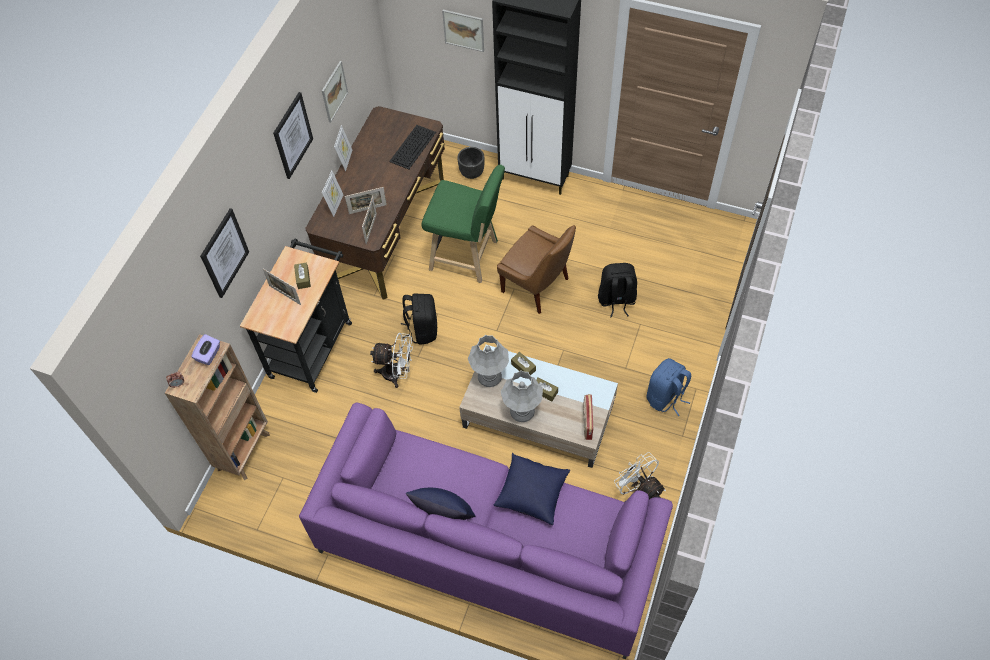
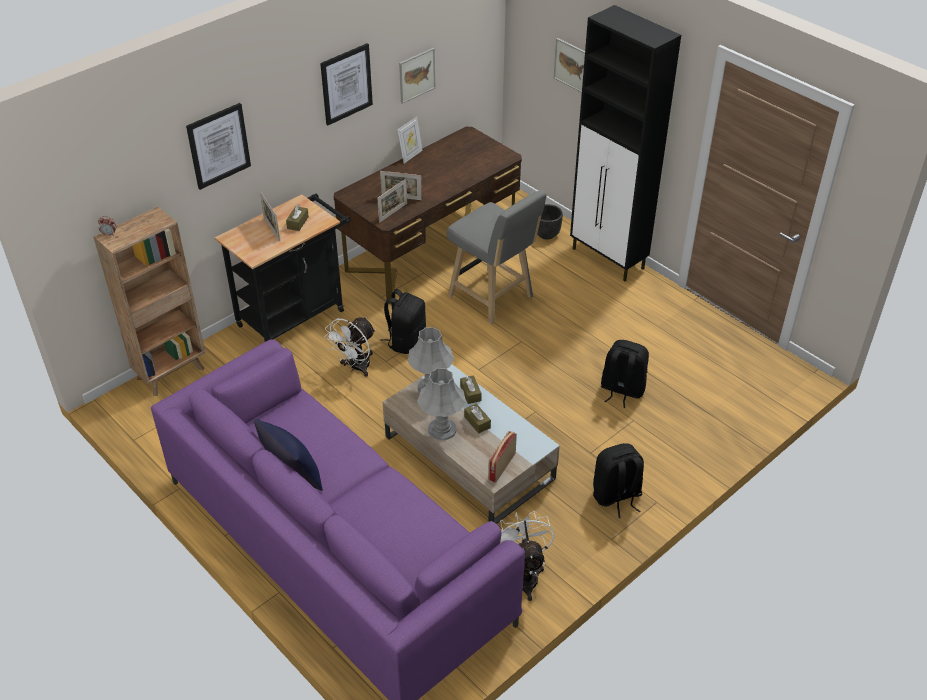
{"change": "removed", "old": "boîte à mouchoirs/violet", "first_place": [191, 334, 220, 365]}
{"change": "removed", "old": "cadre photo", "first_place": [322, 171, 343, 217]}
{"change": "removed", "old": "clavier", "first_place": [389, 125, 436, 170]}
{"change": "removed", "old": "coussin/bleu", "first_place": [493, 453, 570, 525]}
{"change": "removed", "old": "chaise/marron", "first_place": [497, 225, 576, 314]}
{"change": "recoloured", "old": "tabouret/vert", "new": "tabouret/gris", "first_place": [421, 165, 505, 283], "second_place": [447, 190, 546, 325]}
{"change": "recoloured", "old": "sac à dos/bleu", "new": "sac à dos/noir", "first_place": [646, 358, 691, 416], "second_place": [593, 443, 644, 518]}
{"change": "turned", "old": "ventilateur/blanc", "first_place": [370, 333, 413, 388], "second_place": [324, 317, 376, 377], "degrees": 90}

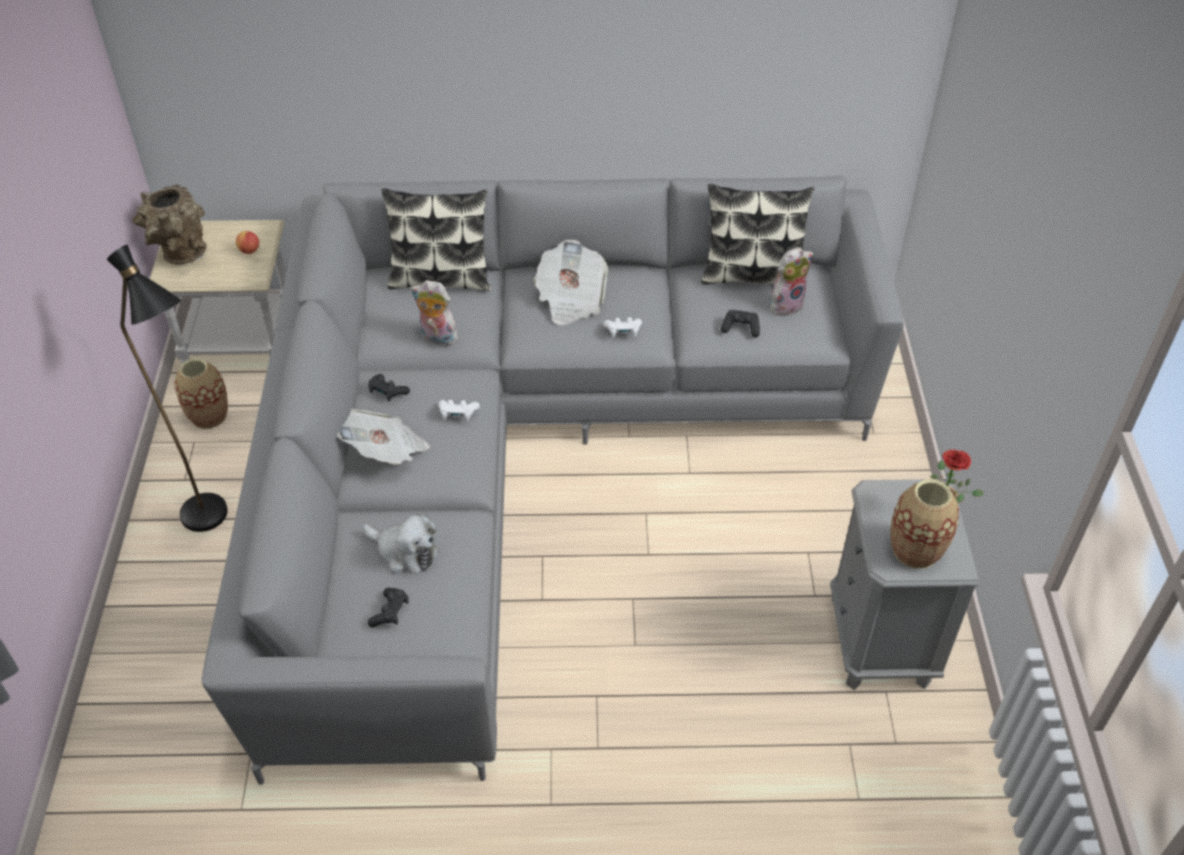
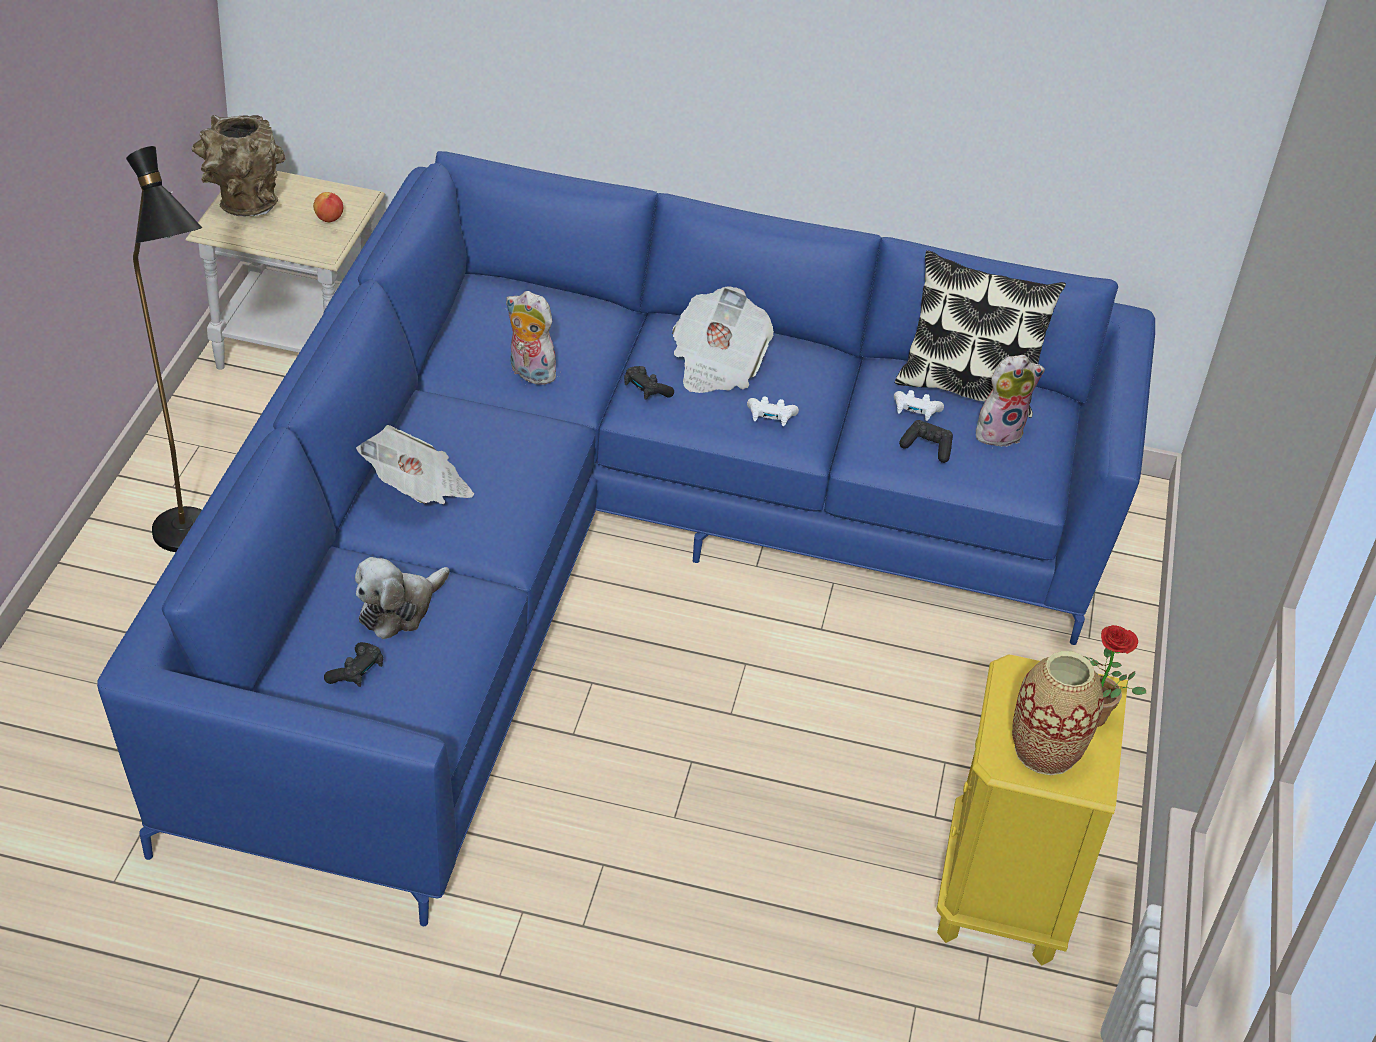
{"change": "removed", "old": "vase", "first_place": [174, 358, 228, 429]}
{"change": "removed", "old": "coussin", "first_place": [382, 188, 491, 291]}
{"change": "moved", "old": "manette/noir", "first_place": [368, 374, 410, 402], "second_place": [624, 366, 674, 400]}
{"change": "moved", "old": "manette/blanc", "first_place": [439, 400, 480, 422], "second_place": [894, 390, 944, 421]}
{"change": "recoloured", "old": "canapé/gris", "new": "canapé/bleu", "first_place": [201, 176, 904, 785], "second_place": [97, 151, 1155, 926]}
{"change": "recoloured", "old": "table de chevet/gris", "new": "table de chevet/jaune", "first_place": [830, 479, 979, 690], "second_place": [936, 655, 1128, 965]}
{"change": "turned", "old": "peluche", "first_place": [363, 513, 439, 574], "second_place": [355, 557, 450, 639], "degrees": 90}

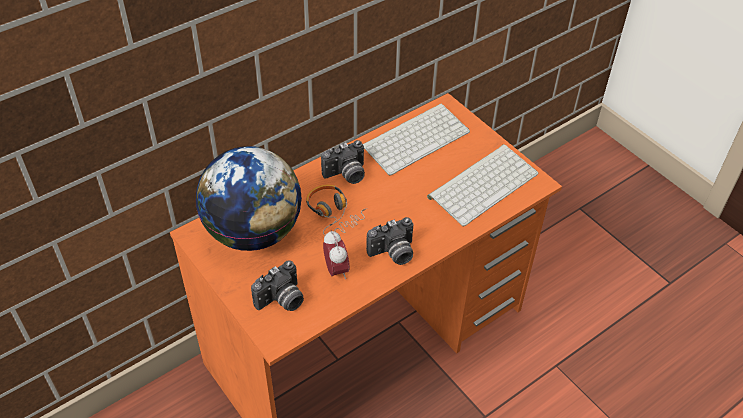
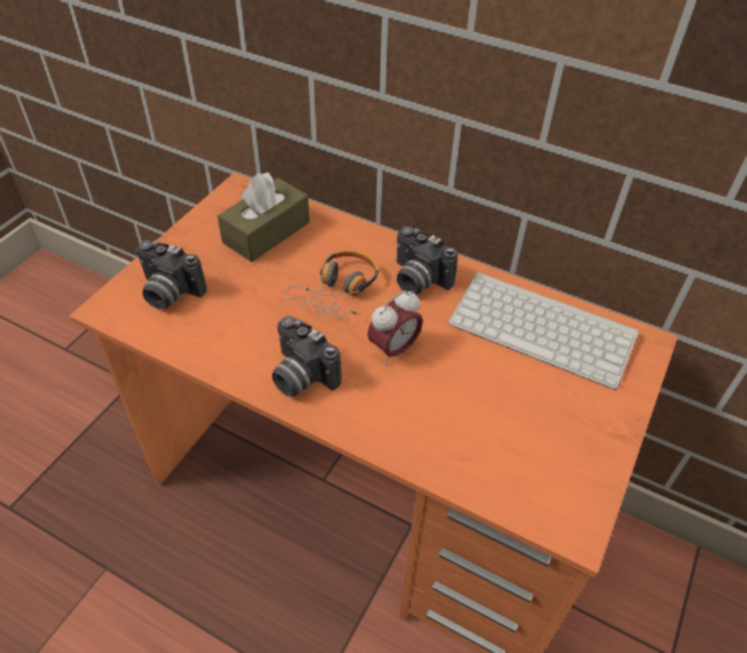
{"change": "removed", "old": "clavier", "first_place": [427, 144, 538, 226]}
{"change": "moved", "old": "réveil", "first_place": [323, 230, 350, 279], "second_place": [367, 290, 423, 365]}
{"change": "replaced", "old": "globe", "new": "boîte à mouchoirs/marron", "first_place": [196, 146, 302, 251], "second_place": [217, 173, 310, 262]}

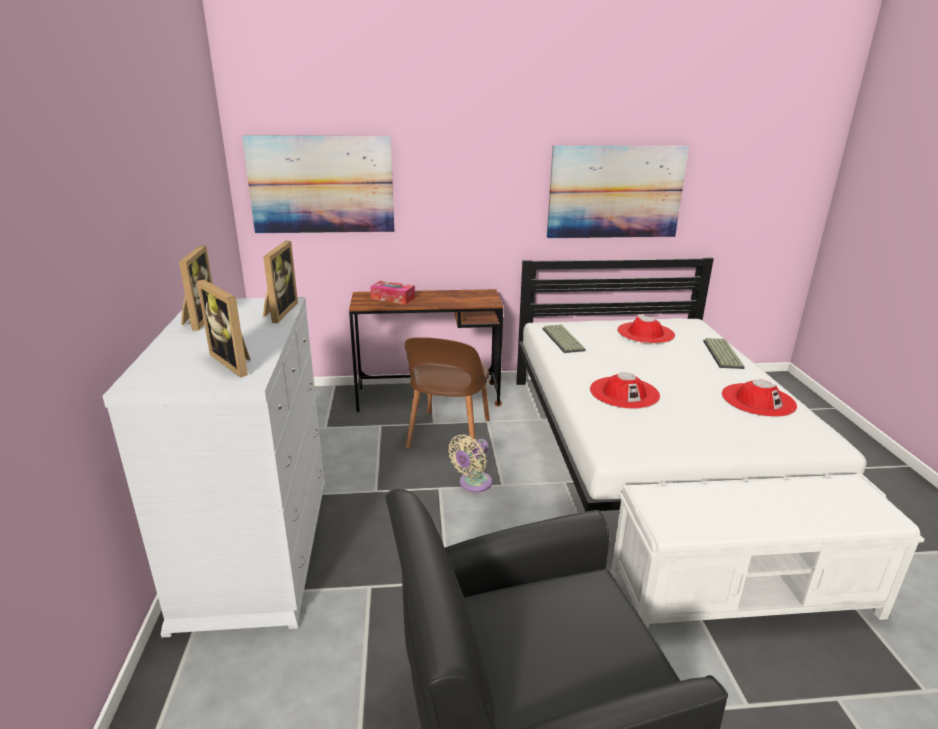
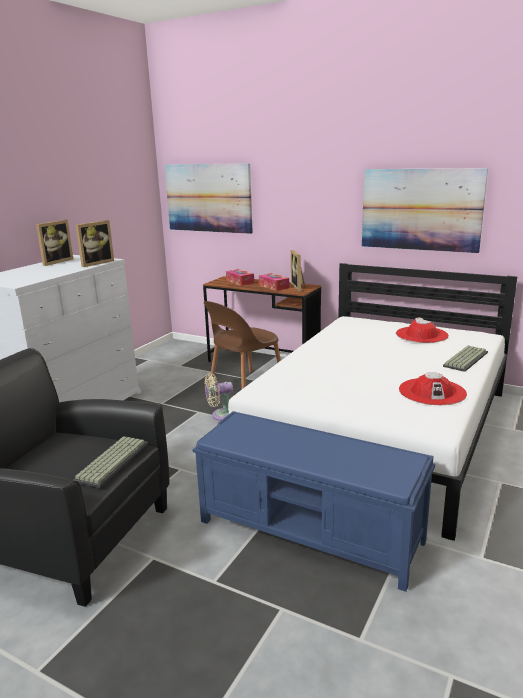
{"change": "removed", "old": "chapeau/rouge", "first_place": [590, 372, 660, 409]}
{"change": "added", "new": "boîte à mouchoirs", "second_place": [259, 273, 289, 291]}
{"change": "moved", "old": "cadre photo", "first_place": [197, 280, 250, 378], "second_place": [291, 250, 305, 291]}
{"change": "moved", "old": "clavier", "first_place": [542, 325, 586, 353], "second_place": [74, 436, 148, 488]}
{"change": "recoloured", "old": "banc/blanc", "new": "banc/bleu", "first_place": [611, 474, 925, 628], "second_place": [193, 411, 435, 592]}

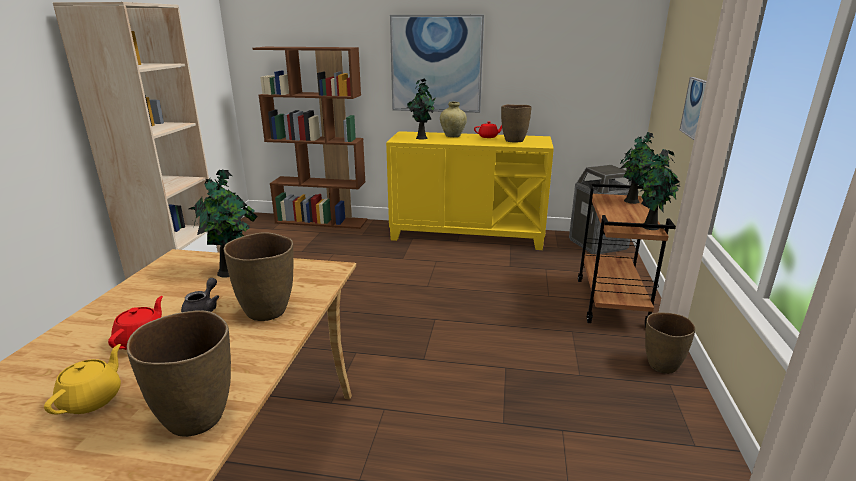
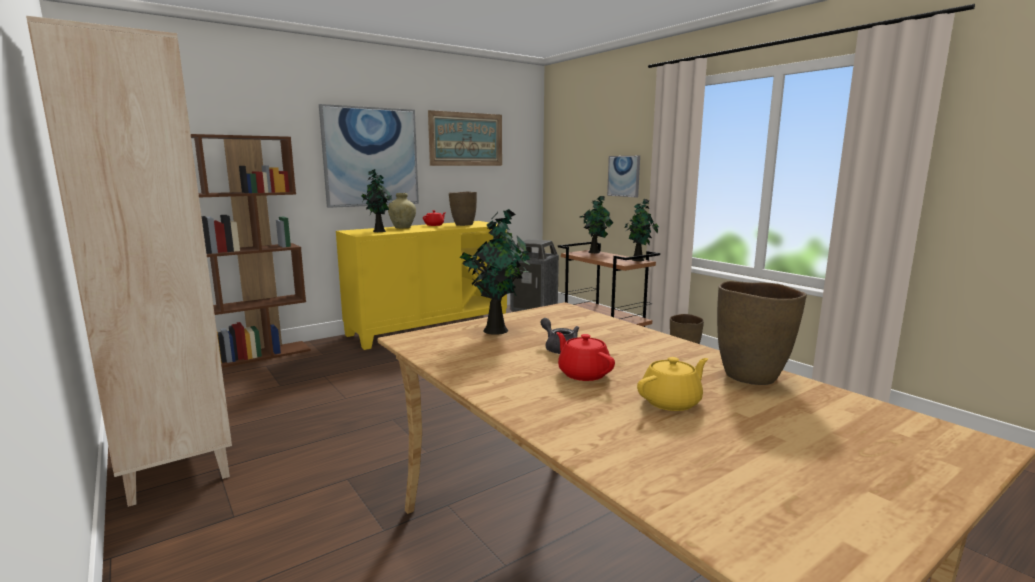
{"change": "removed", "old": "vase/marron", "first_place": [223, 232, 294, 321]}
{"change": "added", "new": "tableau", "second_place": [428, 110, 502, 166]}
{"change": "turned", "old": "théière/jaune", "first_place": [44, 344, 121, 414], "second_place": [637, 357, 708, 411], "degrees": 90}

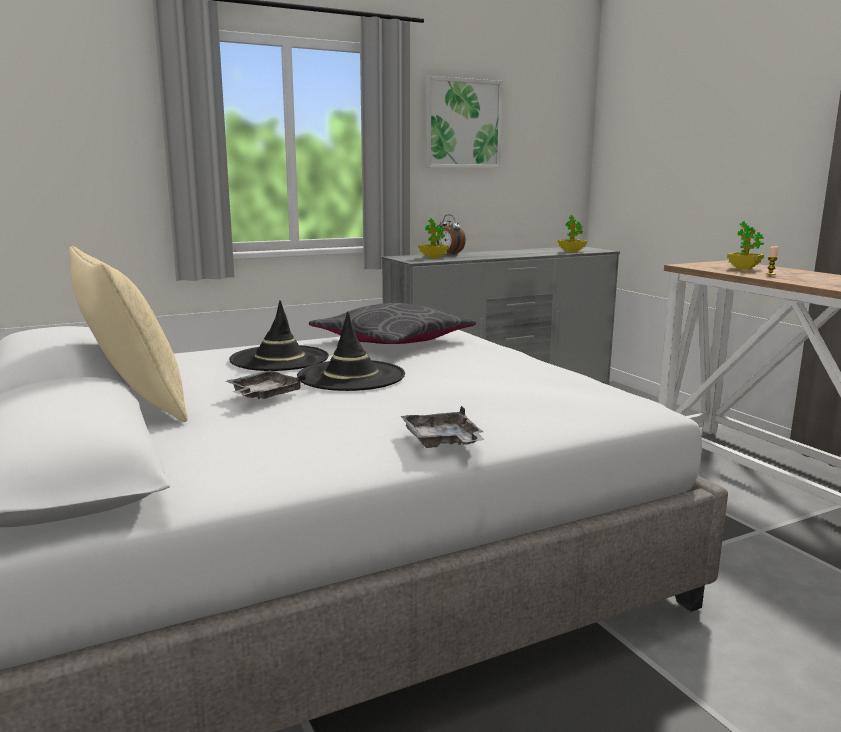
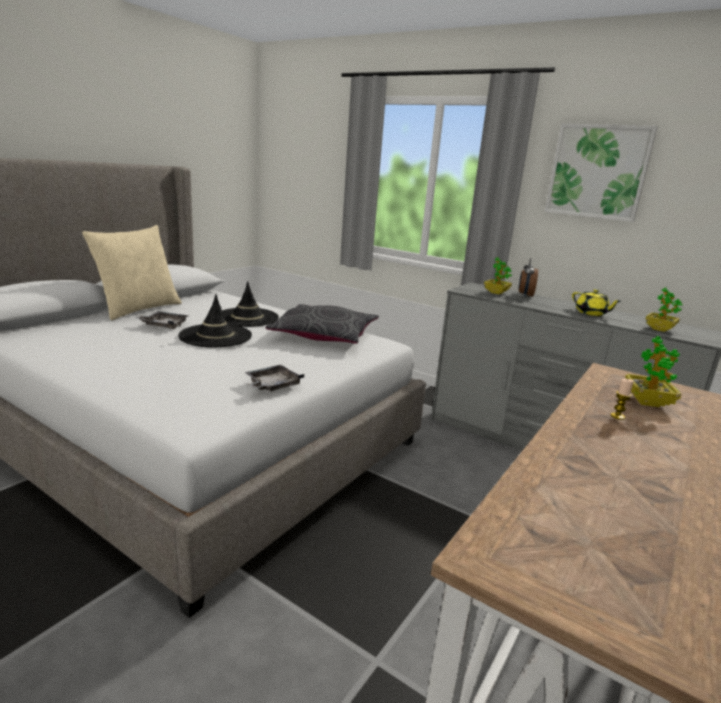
{"change": "added", "new": "théière/jaune", "second_place": [572, 289, 621, 316]}
{"change": "moved", "old": "plateau/gris", "first_place": [401, 406, 485, 448], "second_place": [244, 365, 304, 391]}

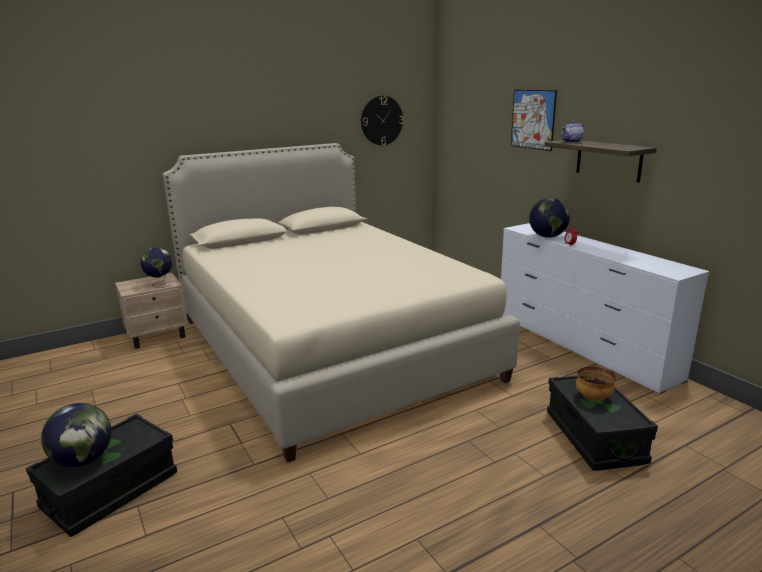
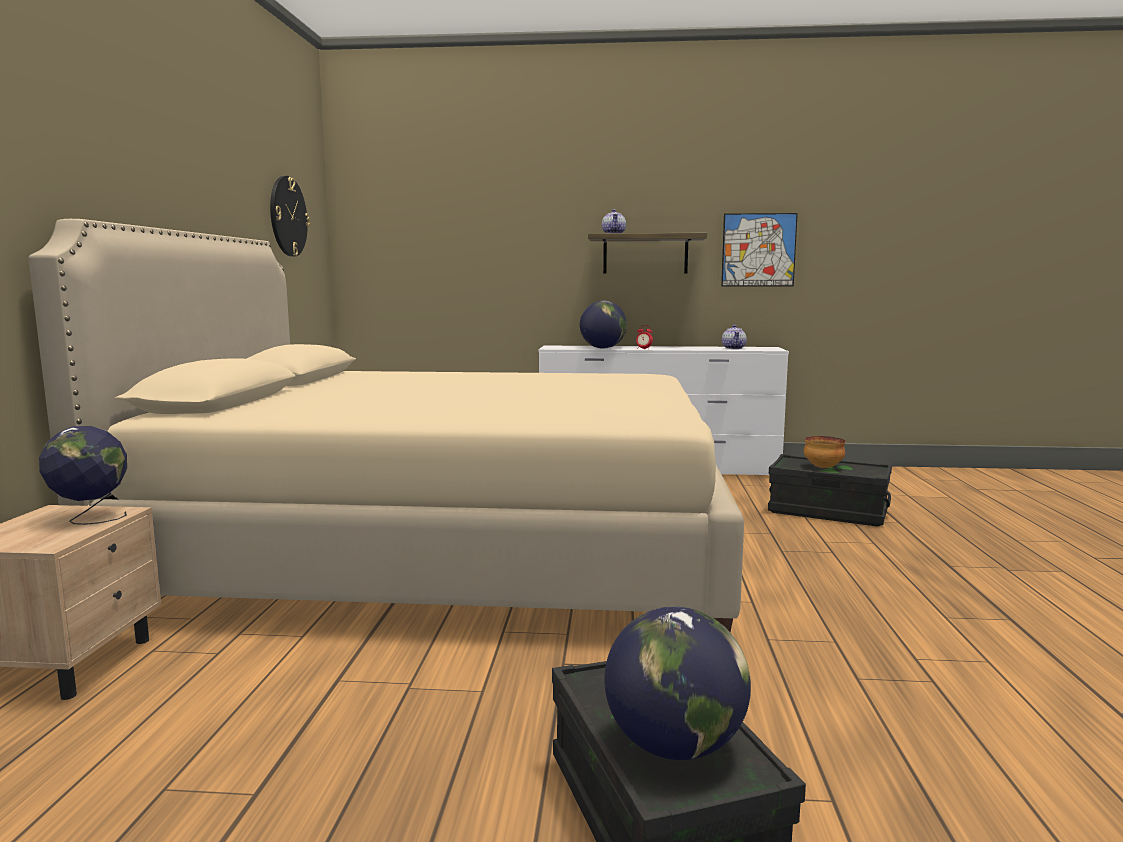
{"change": "added", "new": "théière", "second_place": [722, 325, 747, 349]}
{"change": "moved", "old": "tableau", "first_place": [511, 90, 557, 151], "second_place": [721, 213, 798, 286]}

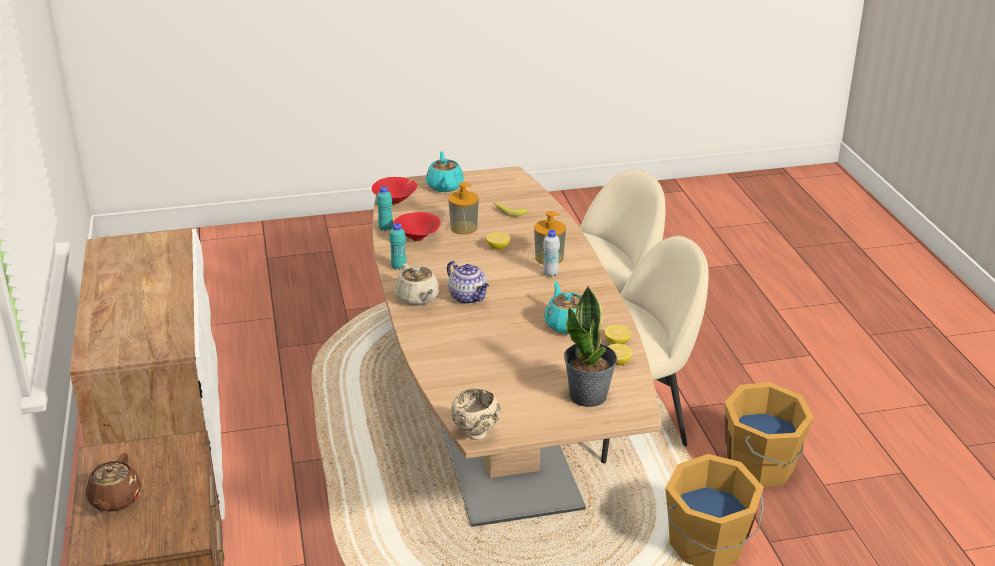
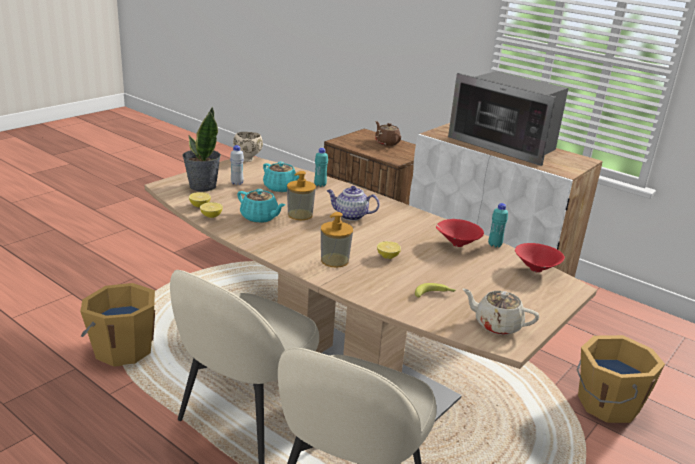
{"change": "added", "new": "micro-ondes", "second_place": [448, 71, 569, 166]}
{"change": "moved", "old": "bouteille/turquoise", "first_place": [389, 223, 406, 270], "second_place": [314, 148, 328, 187]}
{"change": "moved", "old": "théière/beige", "first_place": [395, 263, 440, 306], "second_place": [463, 288, 539, 335]}
{"change": "moved", "old": "théière/turquoise", "first_place": [426, 151, 464, 192], "second_place": [263, 162, 299, 192]}
{"change": "moved", "old": "distributeur de savon", "first_place": [448, 182, 479, 235], "second_place": [287, 171, 316, 220]}
{"change": "moved", "old": "bouteille/blanc", "first_place": [543, 230, 560, 277], "second_place": [230, 145, 244, 185]}
{"change": "moved", "old": "seau/orange", "first_place": [724, 382, 814, 487], "second_place": [577, 335, 665, 423]}

